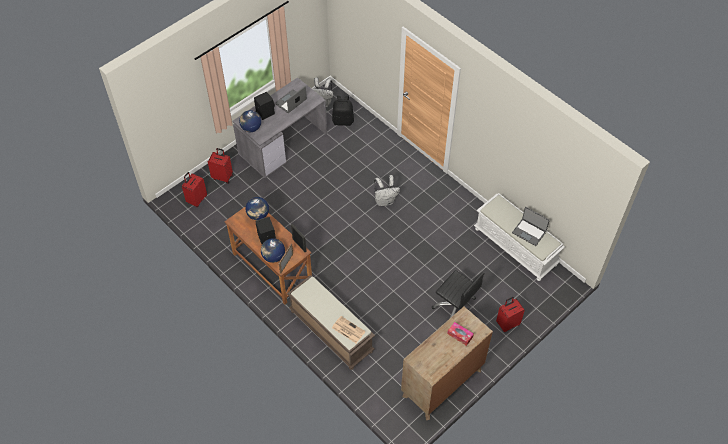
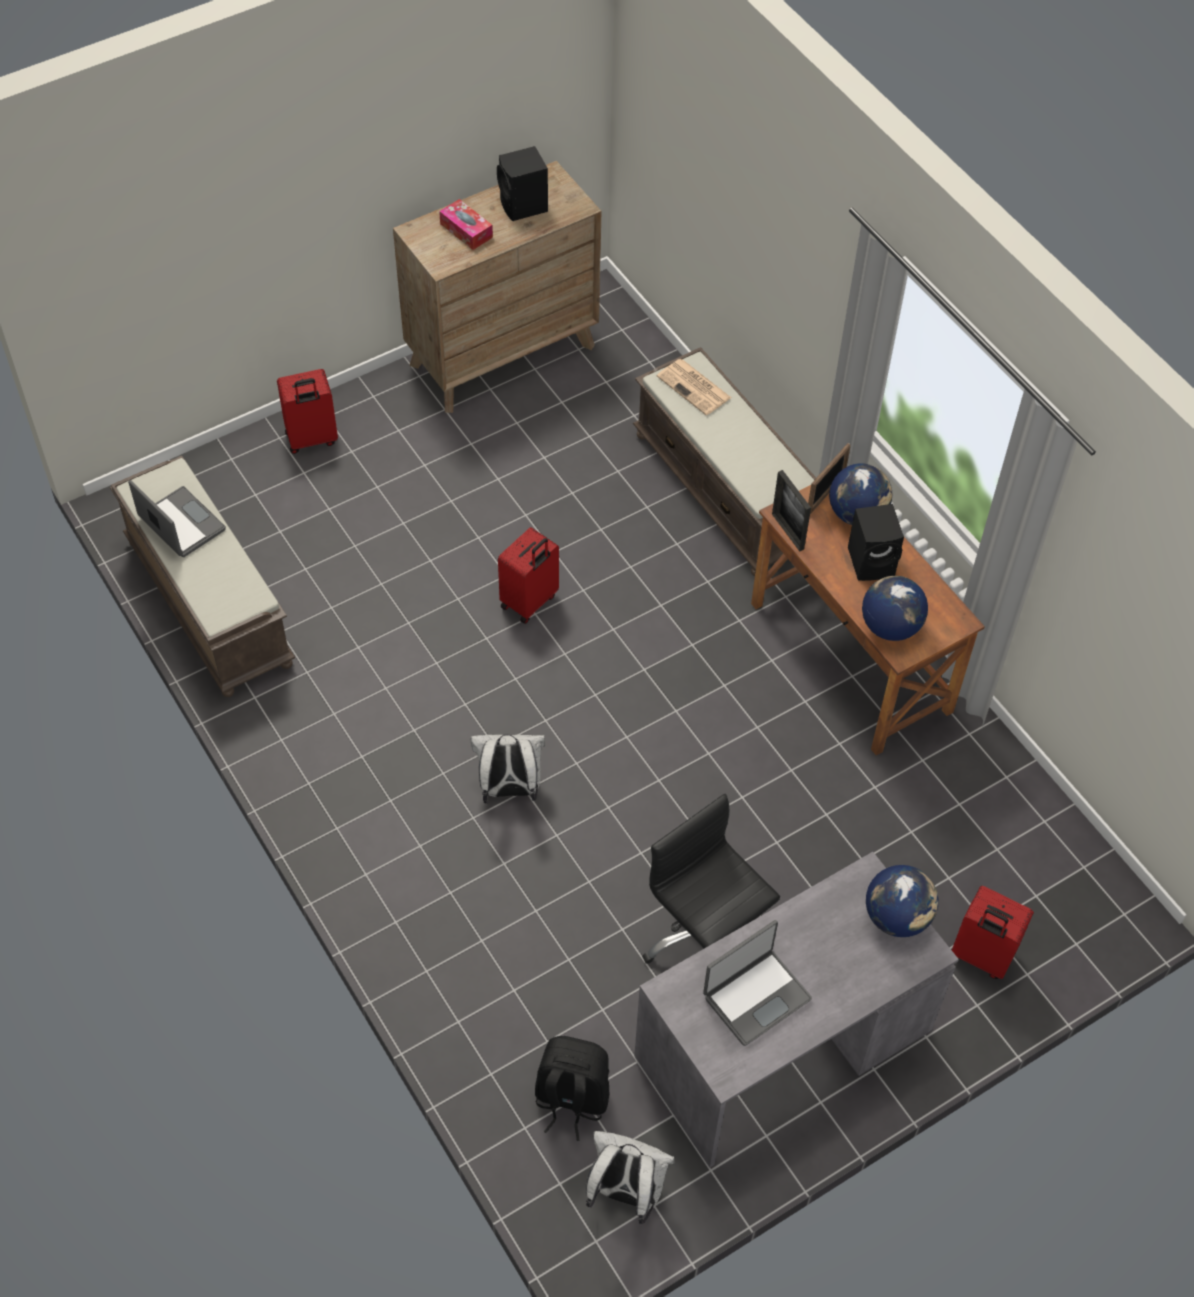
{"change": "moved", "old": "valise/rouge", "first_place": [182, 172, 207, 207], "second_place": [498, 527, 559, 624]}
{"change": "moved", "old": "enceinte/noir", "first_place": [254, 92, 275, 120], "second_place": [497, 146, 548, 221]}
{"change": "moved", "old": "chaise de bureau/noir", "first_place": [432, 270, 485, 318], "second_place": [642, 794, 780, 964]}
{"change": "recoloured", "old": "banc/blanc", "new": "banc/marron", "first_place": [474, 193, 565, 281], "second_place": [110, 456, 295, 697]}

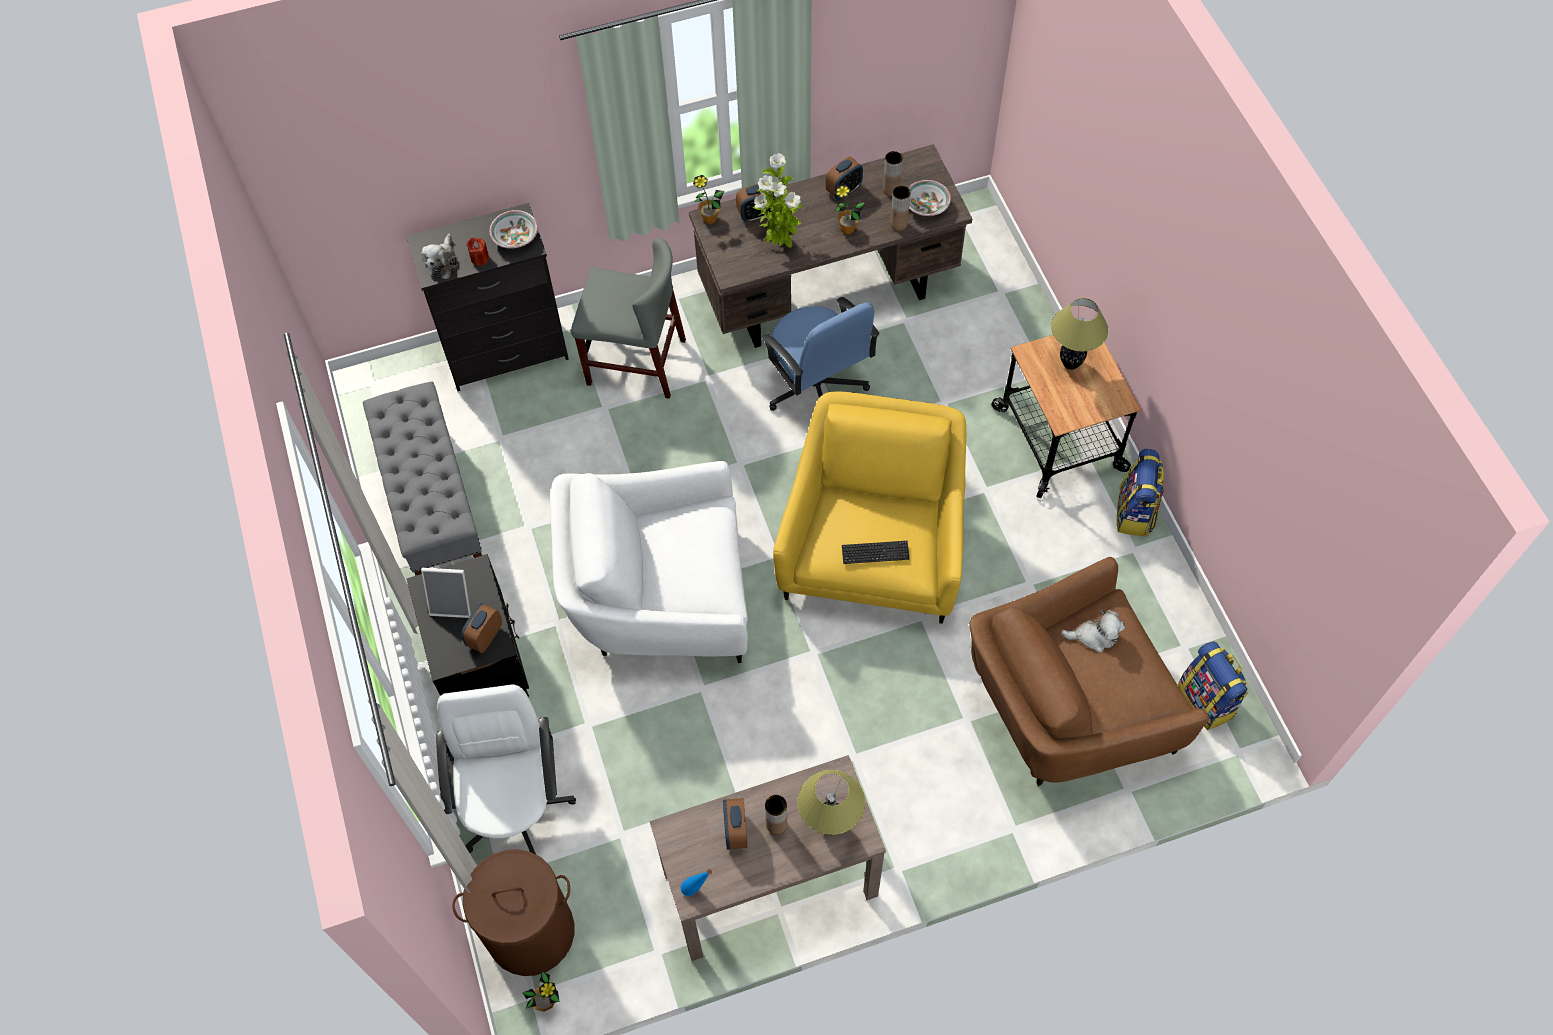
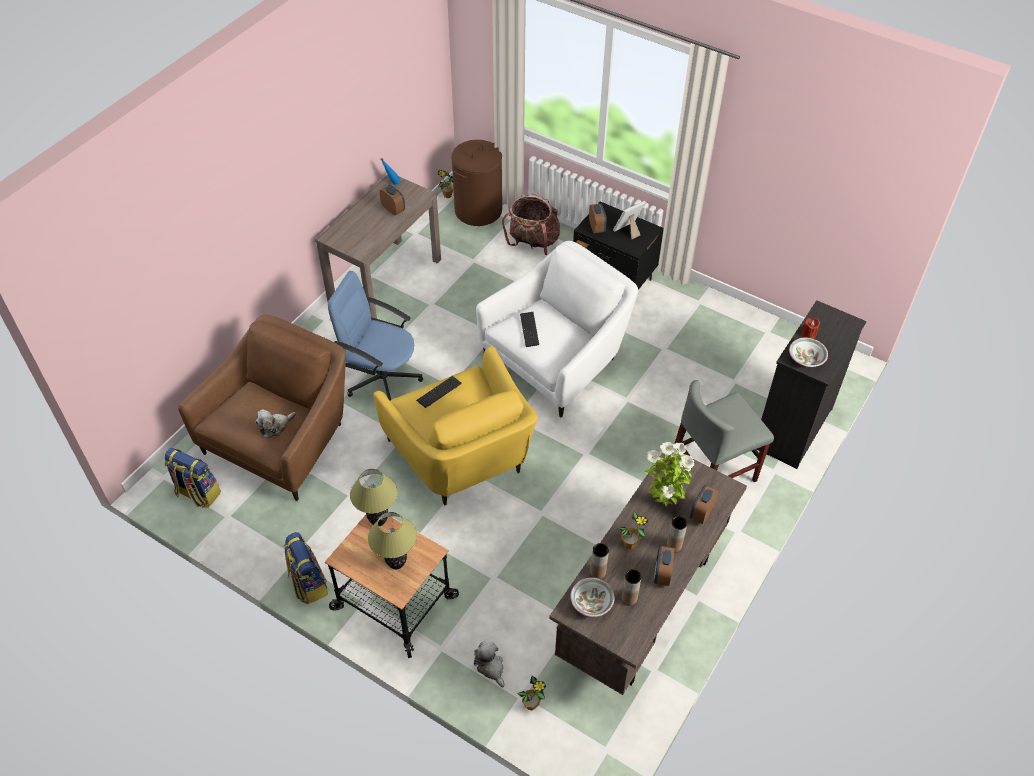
{"change": "removed", "old": "banc/gris", "first_place": [363, 382, 482, 575]}
{"change": "added", "new": "clavier", "second_place": [520, 312, 539, 347]}
{"change": "moved", "old": "peluche", "first_place": [421, 234, 458, 279], "second_place": [474, 642, 505, 688]}
{"change": "moved", "old": "plante en pot", "first_place": [693, 175, 724, 224], "second_place": [517, 676, 546, 710]}
{"change": "moved", "old": "chaise de bureau/bleu", "first_place": [762, 297, 879, 411], "second_place": [328, 271, 423, 401]}
{"change": "moved", "old": "vase/marron", "first_place": [765, 795, 787, 835], "second_place": [667, 516, 687, 552]}
{"change": "moved", "old": "lampe de table", "first_place": [798, 770, 865, 835], "second_place": [350, 469, 398, 526]}
{"change": "replaced", "old": "chaise de bureau/blanc", "new": "sac à dos", "first_place": [436, 684, 576, 854], "second_place": [502, 193, 560, 255]}

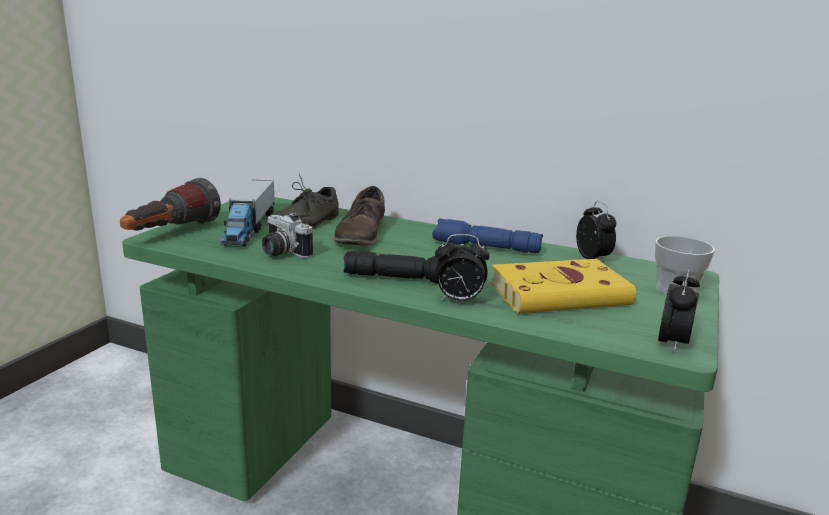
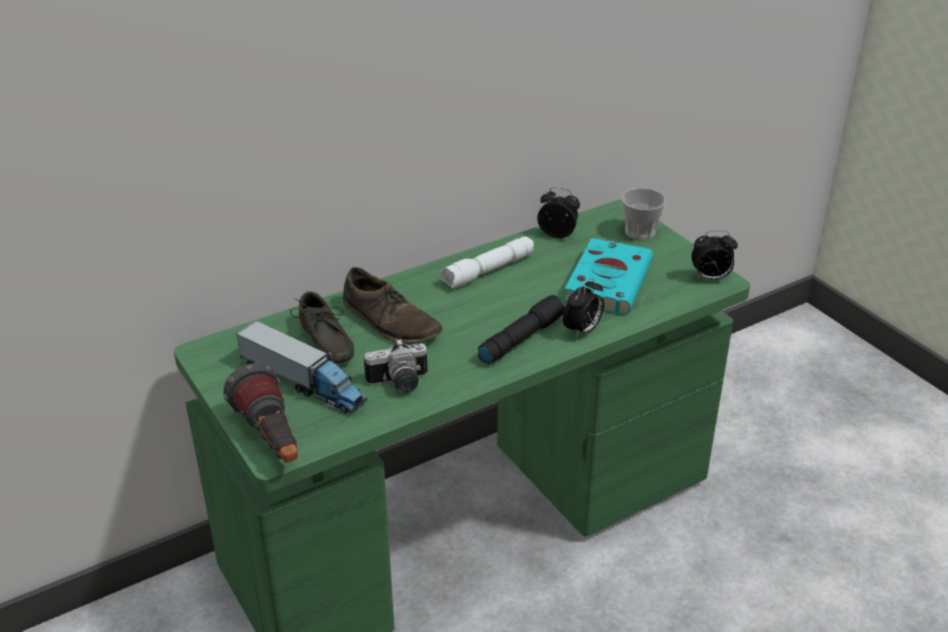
{"change": "recoloured", "old": "lampe de poche/bleu", "new": "lampe de poche/blanc", "first_place": [433, 219, 543, 253], "second_place": [440, 236, 534, 289]}
{"change": "recoloured", "old": "livre/jaune", "new": "livre/turquoise", "first_place": [490, 259, 639, 314], "second_place": [564, 238, 653, 315]}
{"change": "turned", "old": "réveil", "first_place": [658, 268, 700, 353], "second_place": [691, 230, 738, 280], "degrees": 120}

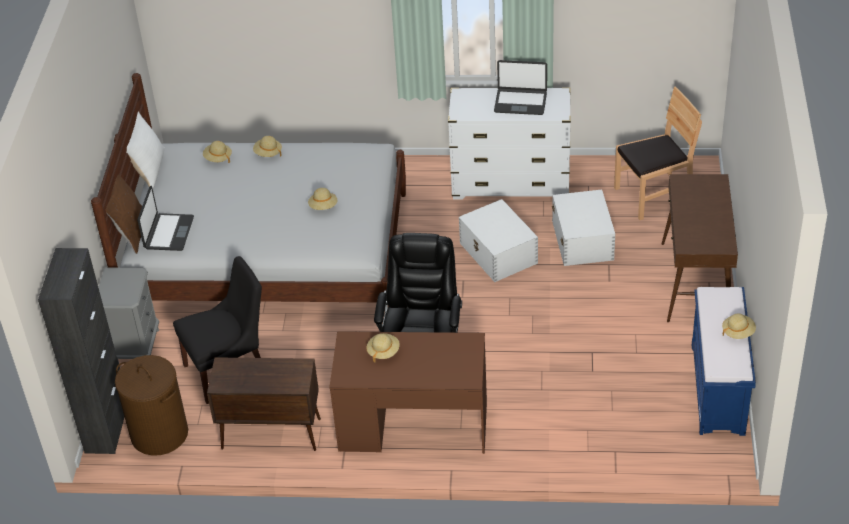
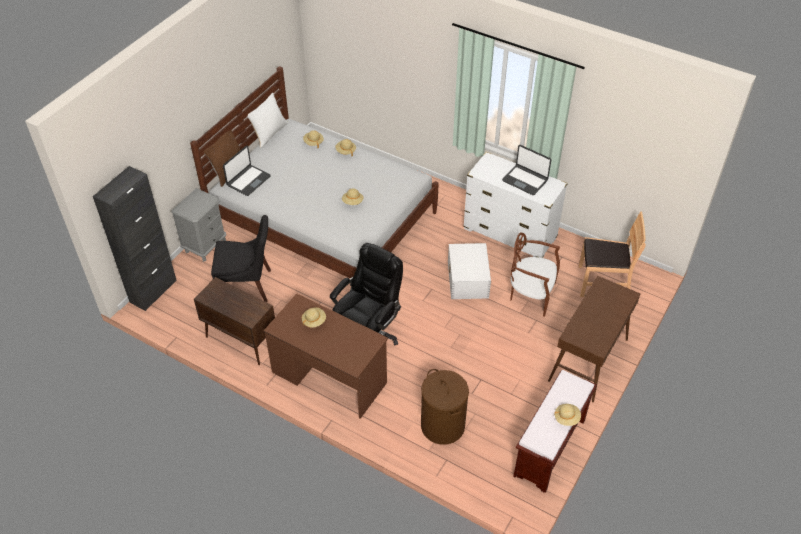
{"change": "moved", "old": "panier à linge/marron", "first_place": [115, 355, 188, 456], "second_place": [421, 369, 469, 445]}
{"change": "replaced", "old": "boîte de rangement/blanc", "new": "chaise/marron", "first_place": [552, 190, 615, 266], "second_place": [510, 232, 560, 317]}
{"change": "recoloured", "old": "banc/bleu", "new": "banc/marron", "first_place": [692, 287, 756, 436], "second_place": [513, 370, 597, 493]}

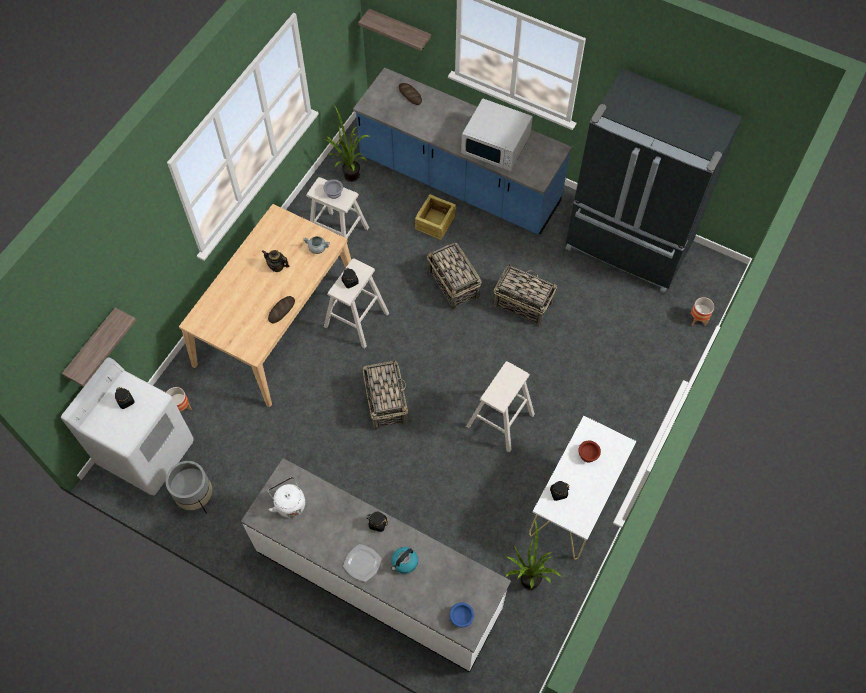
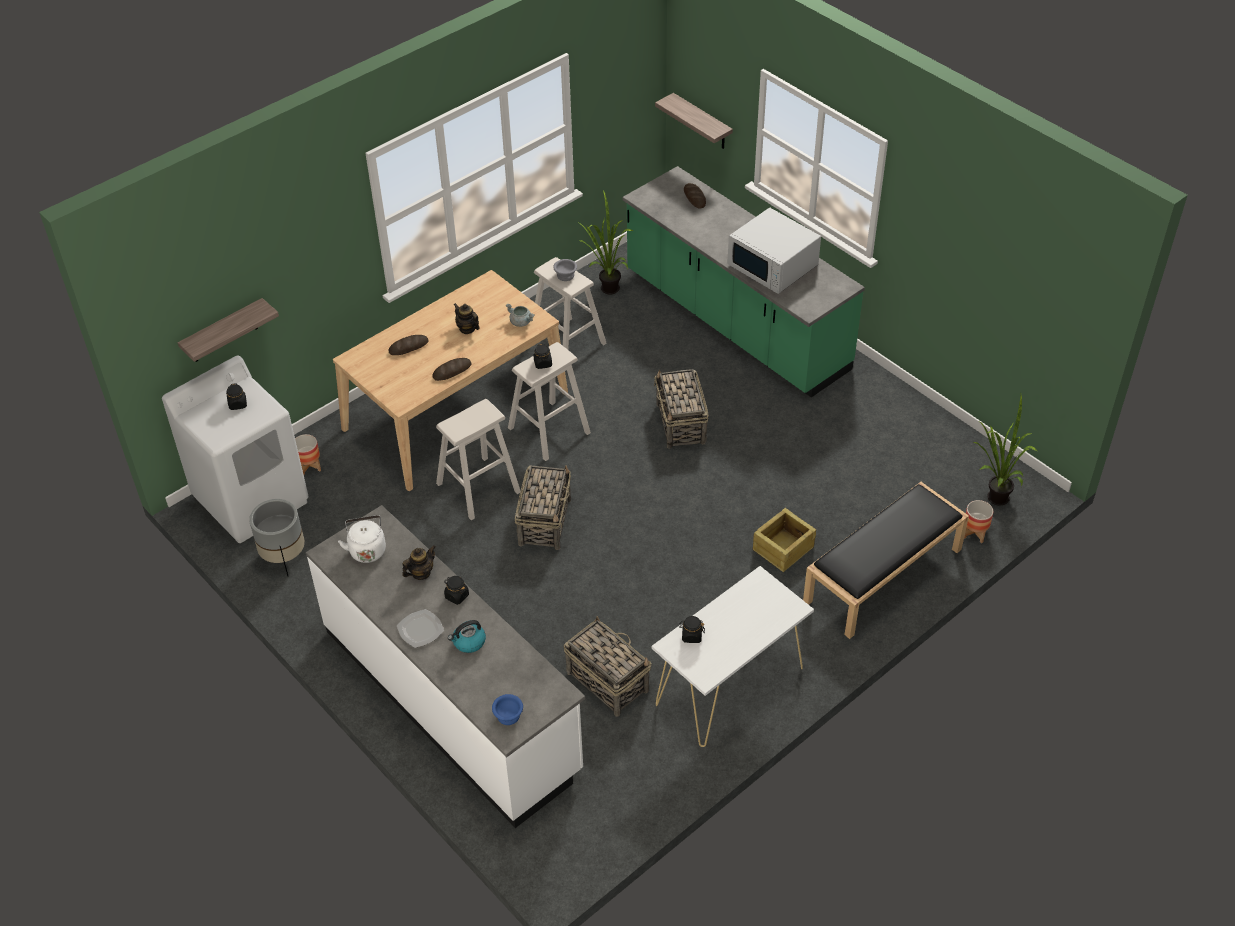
{"change": "removed", "old": "réfrigérateur/noir", "first_place": [565, 69, 742, 293]}
{"change": "removed", "old": "bol/marron", "first_place": [578, 441, 601, 462]}
{"change": "added", "new": "pain", "second_place": [388, 335, 429, 355]}
{"change": "added", "new": "théière", "second_place": [402, 545, 436, 580]}
{"change": "added", "new": "banc/noir", "second_place": [803, 482, 969, 639]}
{"change": "moved", "old": "caisse", "first_place": [415, 194, 456, 240], "second_place": [753, 508, 816, 572]}
{"change": "moved", "old": "tabouret/beige", "first_place": [466, 361, 535, 452], "second_place": [436, 399, 520, 520]}
{"change": "moved", "old": "panier", "first_place": [493, 264, 557, 326], "second_place": [564, 616, 652, 717]}
{"change": "moved", "old": "plante en pot", "first_place": [505, 519, 561, 590], "second_place": [974, 395, 1037, 506]}
{"change": "recoloured", "old": "comptoir de cuisine/bleu", "new": "comptoir de cuisine/vert", "first_place": [353, 67, 572, 234], "second_place": [622, 166, 865, 397]}

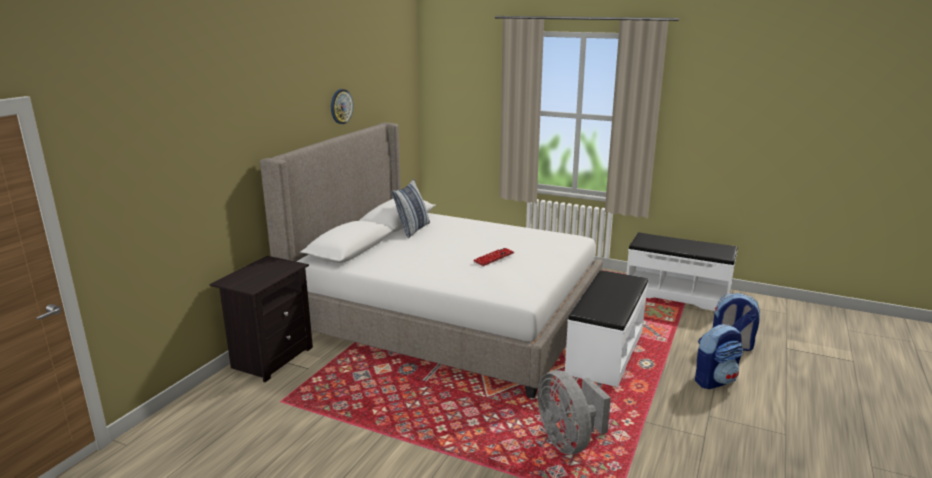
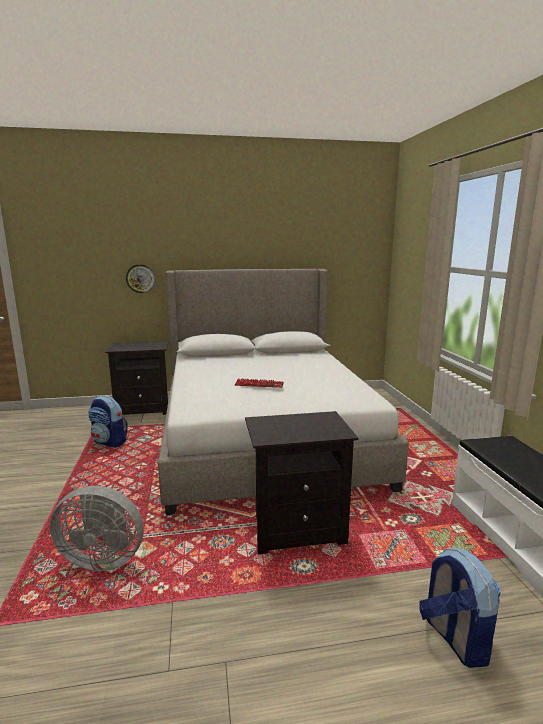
{"change": "removed", "old": "coussin", "first_place": [391, 179, 430, 238]}
{"change": "moved", "old": "horloge murale", "first_place": [331, 89, 353, 124], "second_place": [126, 264, 156, 293]}
{"change": "moved", "old": "sac à dos", "first_place": [695, 324, 743, 389], "second_place": [88, 396, 128, 448]}
{"change": "replaced", "old": "banc/blanc", "new": "table de chevet/noir", "first_place": [565, 270, 648, 387], "second_place": [245, 411, 359, 554]}
{"change": "turned", "old": "ventilateur/gris", "first_place": [538, 370, 611, 454], "second_place": [50, 486, 143, 571], "degrees": -120}

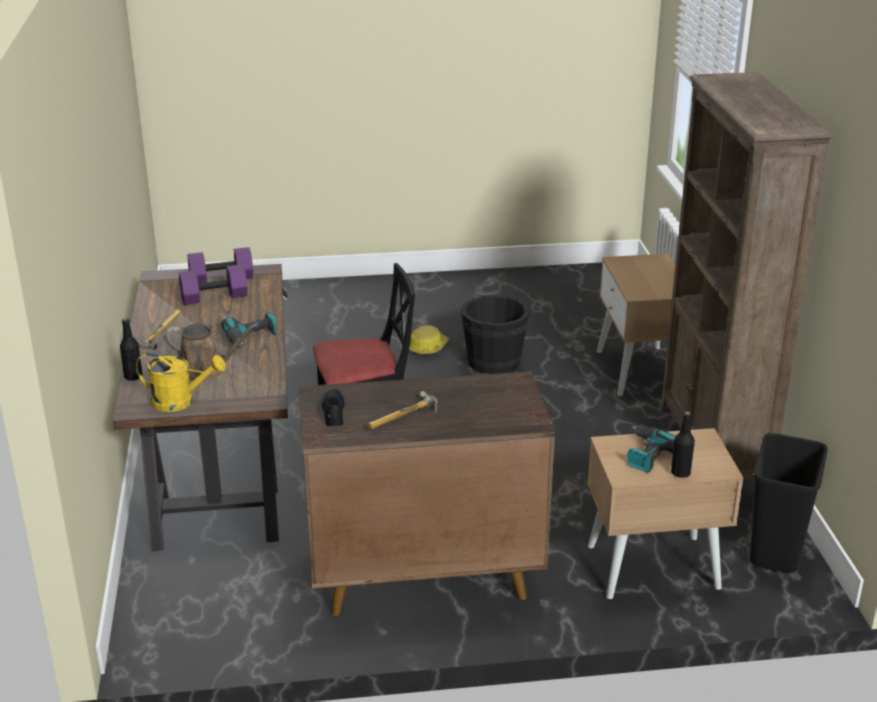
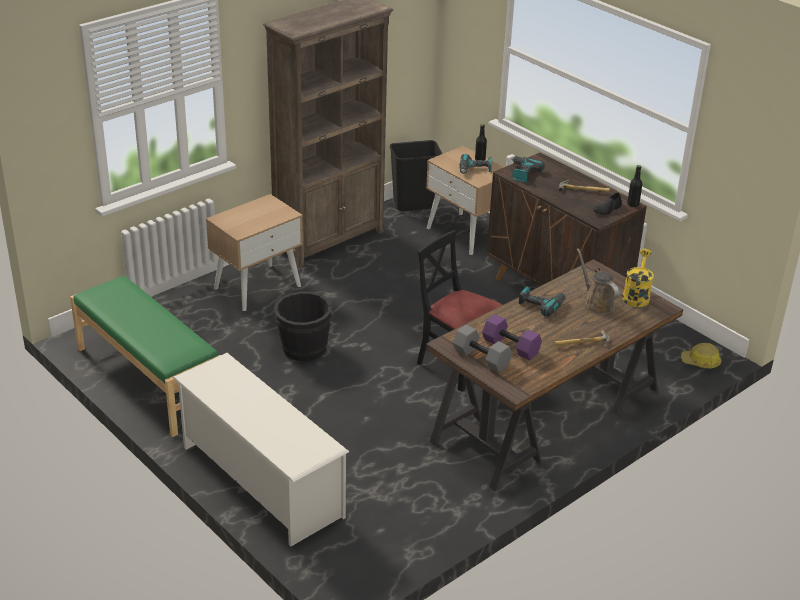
{"change": "added", "new": "banc/vert", "second_place": [70, 276, 220, 437]}
{"change": "added", "new": "étagère à chaussures/blanc", "second_place": [173, 353, 349, 546]}
{"change": "added", "new": "perceuse", "second_place": [511, 156, 545, 183]}
{"change": "moved", "old": "bouteille/noir", "first_place": [120, 318, 143, 381], "second_place": [627, 165, 642, 207]}
{"change": "moved", "old": "casque de chantier", "first_place": [409, 325, 449, 356], "second_place": [681, 343, 721, 369]}
{"change": "recoloured", "old": "haltère/violet", "new": "haltère/gris", "first_place": [187, 247, 253, 283], "second_place": [453, 325, 512, 372]}
{"change": "turned", "old": "arrosoir/jaune", "first_place": [136, 353, 226, 412], "second_place": [622, 249, 654, 307], "degrees": 45}

